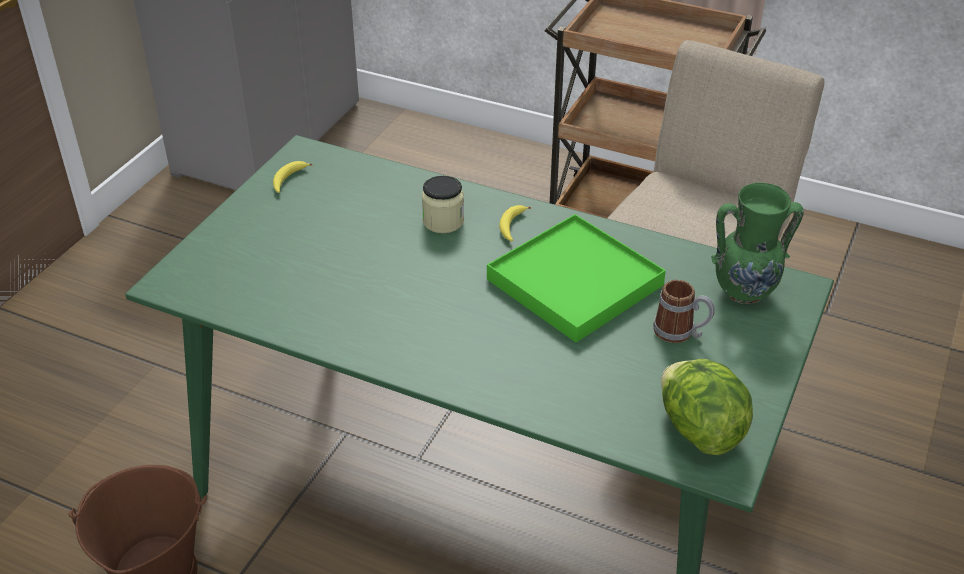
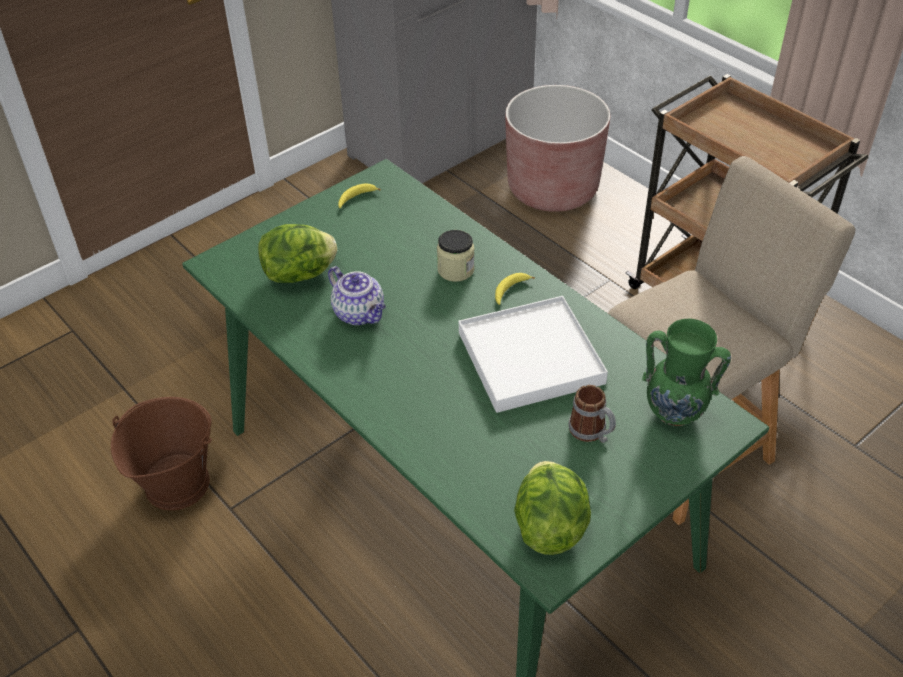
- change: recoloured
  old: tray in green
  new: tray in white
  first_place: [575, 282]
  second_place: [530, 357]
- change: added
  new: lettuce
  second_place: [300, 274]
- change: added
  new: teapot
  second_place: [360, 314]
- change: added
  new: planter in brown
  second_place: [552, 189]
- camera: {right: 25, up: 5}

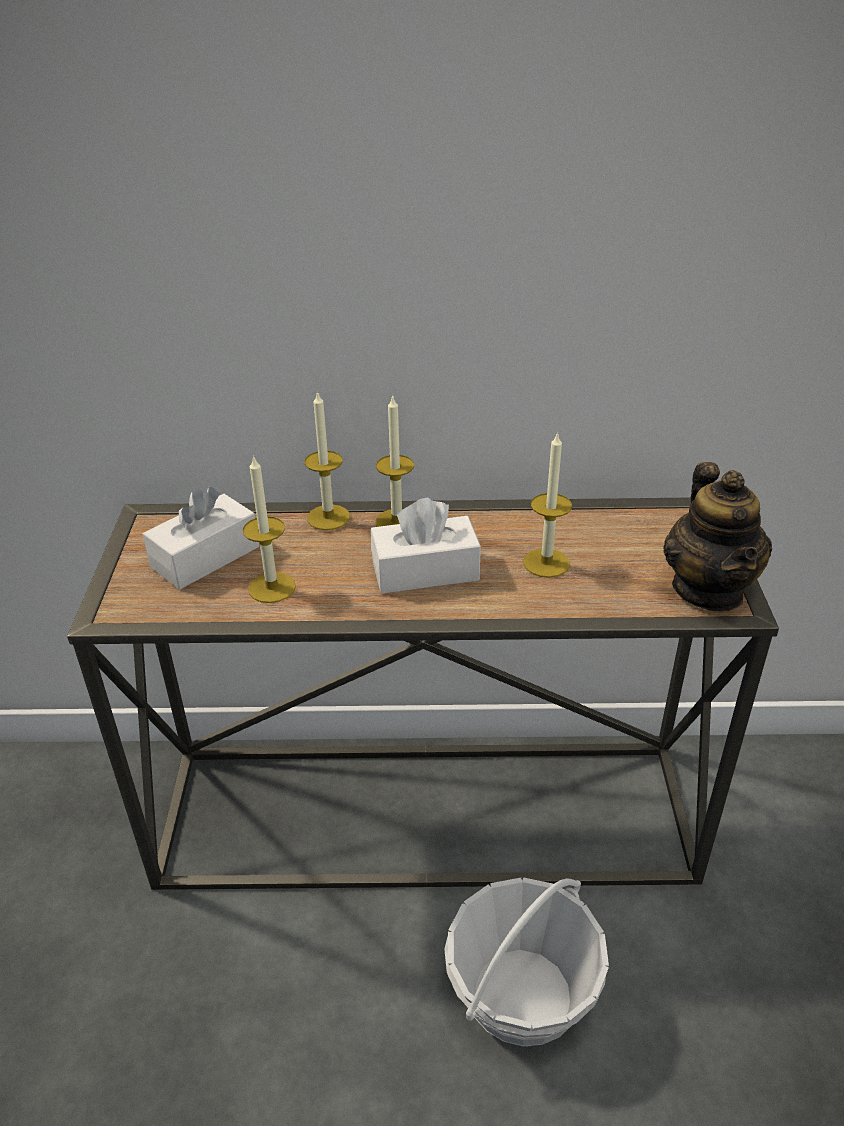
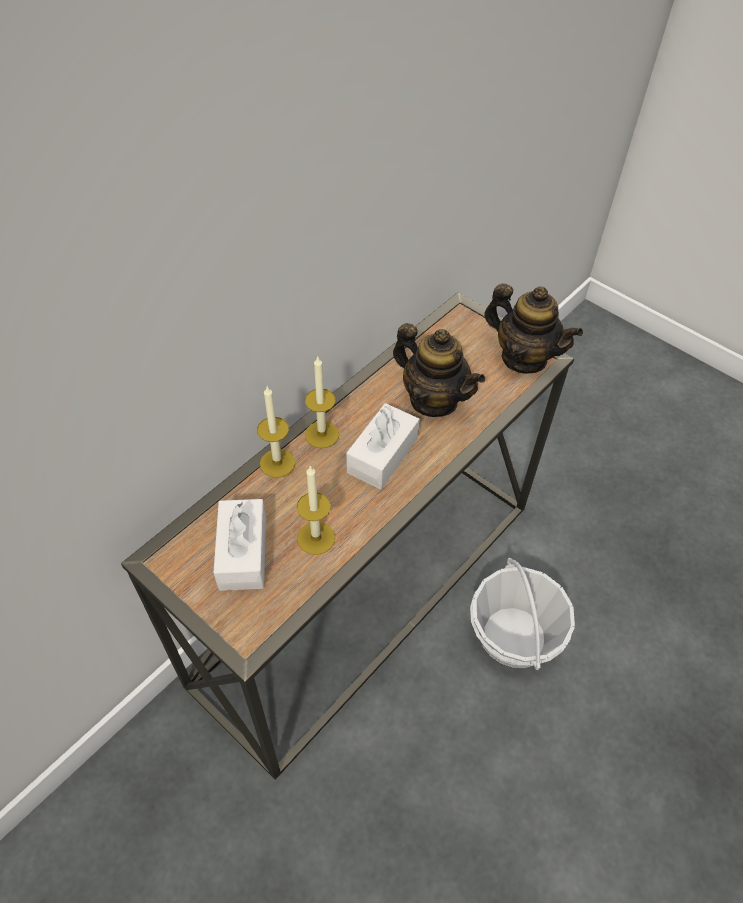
- change: replaced
  old: candle
  new: teapot
  first_place: [546, 563]
  second_place: [433, 400]
- camera: {right: -50, up: 15}

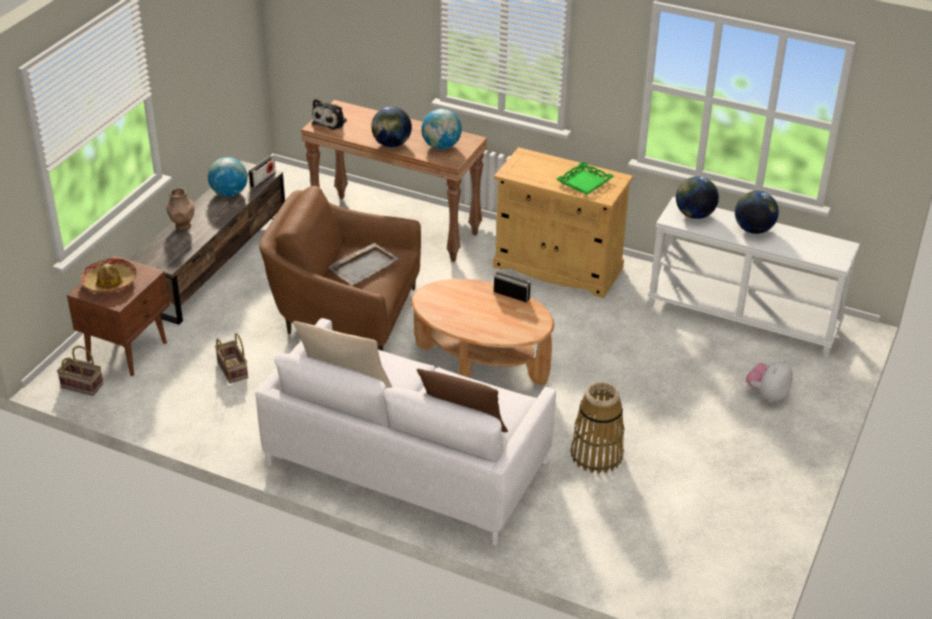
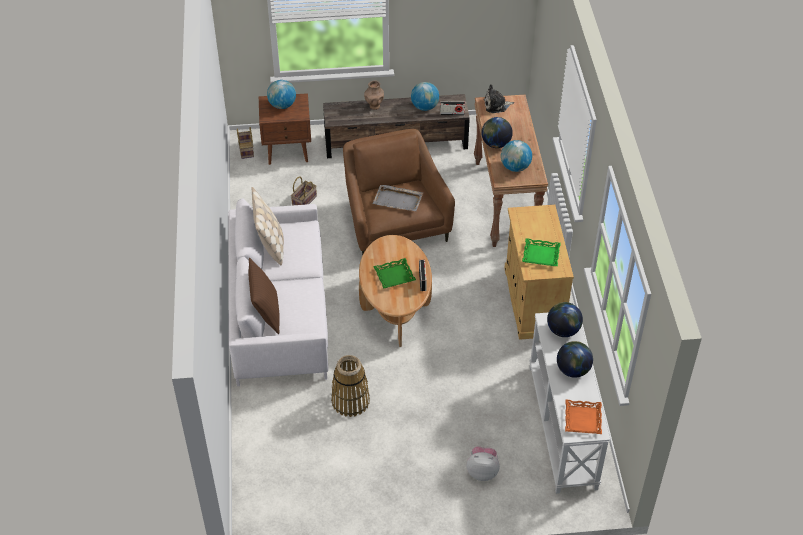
- change: replaced
  old: hat
  new: globe
  first_place: [110, 282]
  second_place: [282, 105]
- change: added
  new: tray in green
  second_place: [394, 276]
- change: added
  new: tray in orange
  second_place: [583, 419]
- camera: {right: 60, up: 10}

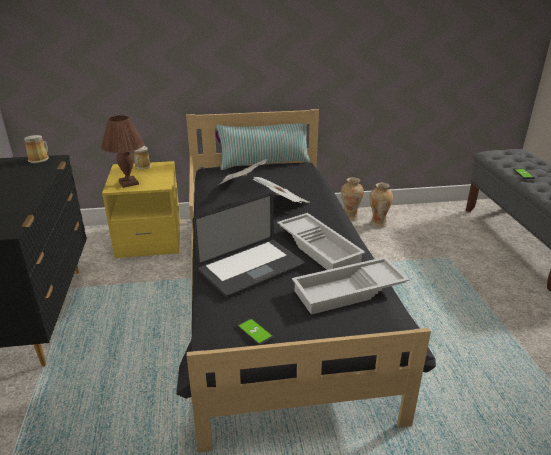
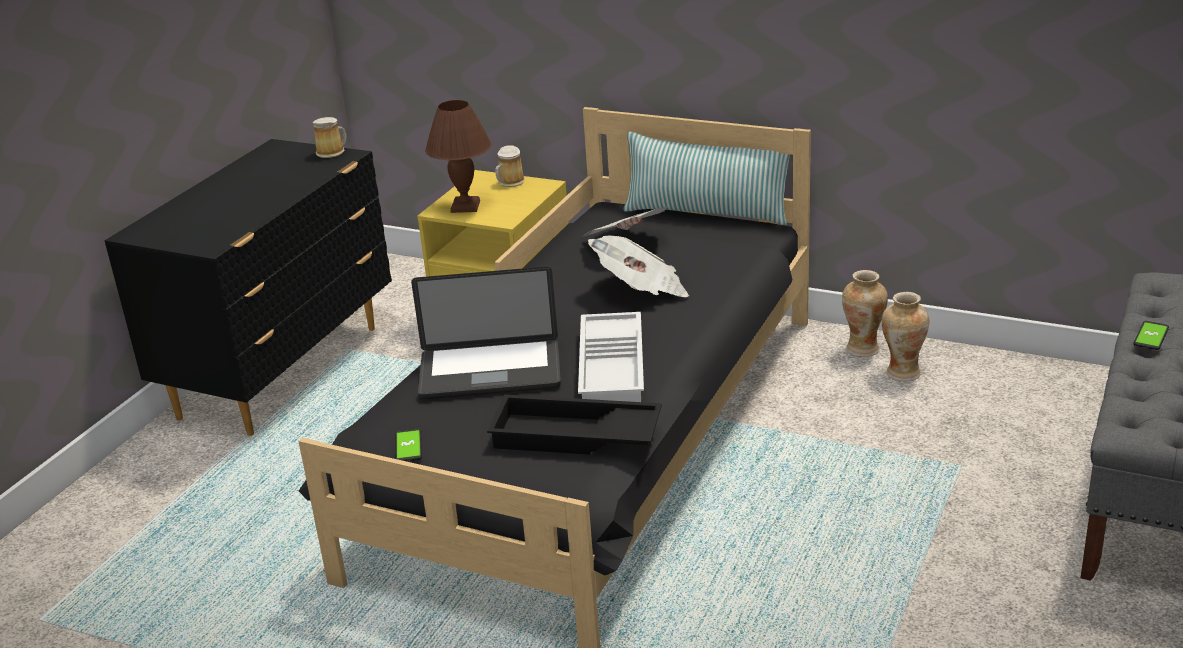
- change: recoloured
  old: tray in white
  new: tray in black
  first_place: [349, 292]
  second_place: [574, 437]
- camera: {right: 35, up: 0}

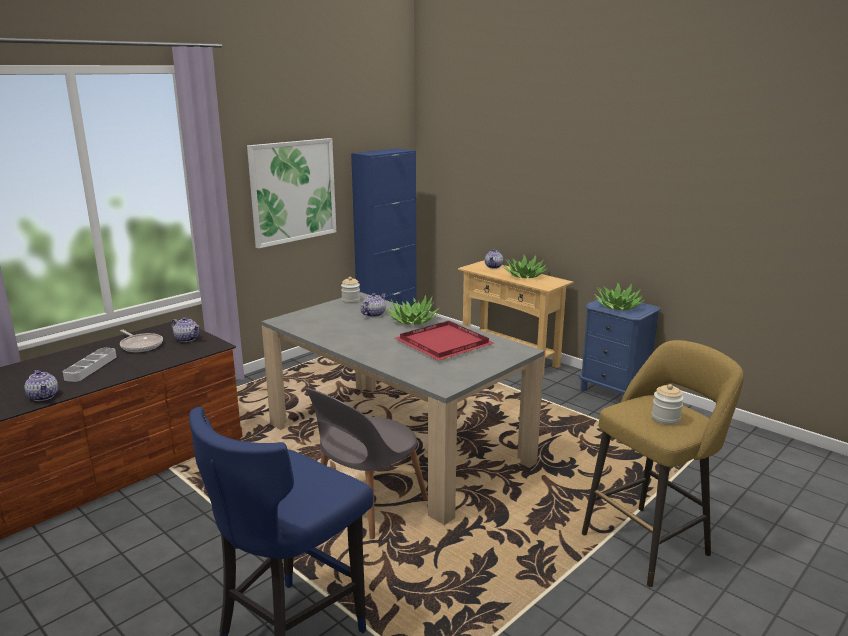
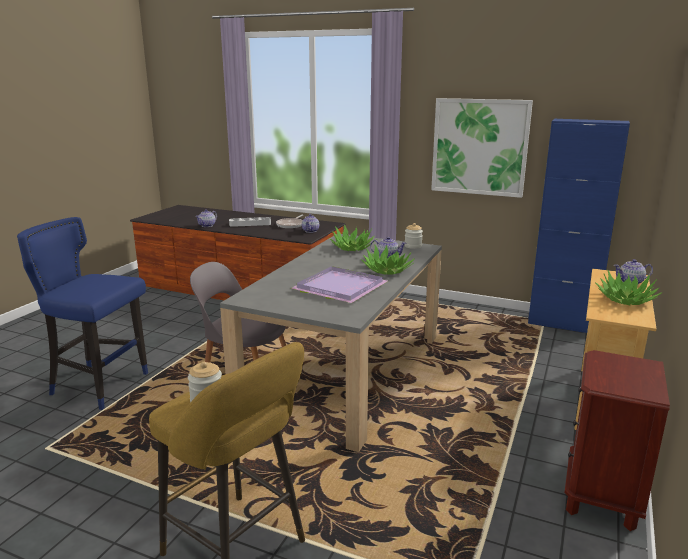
- change: recoloured
  old: tray in red
  new: tray in purple
  first_place: [443, 344]
  second_place: [338, 288]
- change: recoloured
  old: nightstand in blue
  new: nightstand in brown
  first_place: [613, 391]
  second_place: [601, 496]
- change: moved
  old: potted plant
  first_place: [618, 306]
  second_place: [352, 248]
- camera: {right: 70, up: 0}

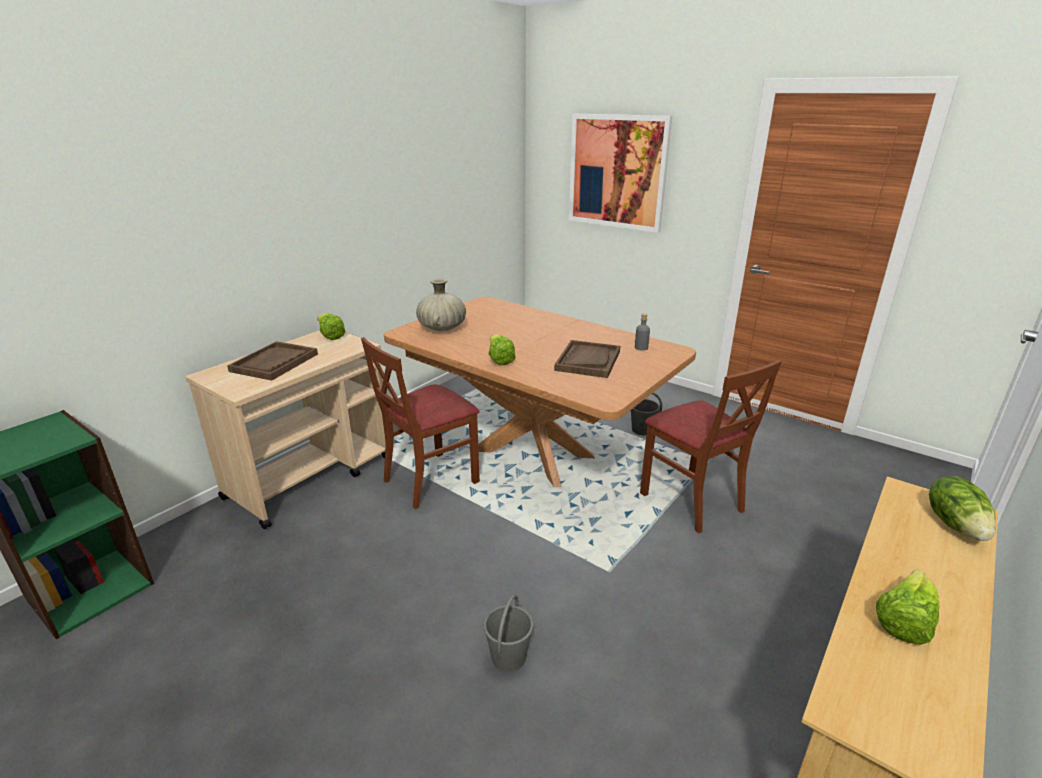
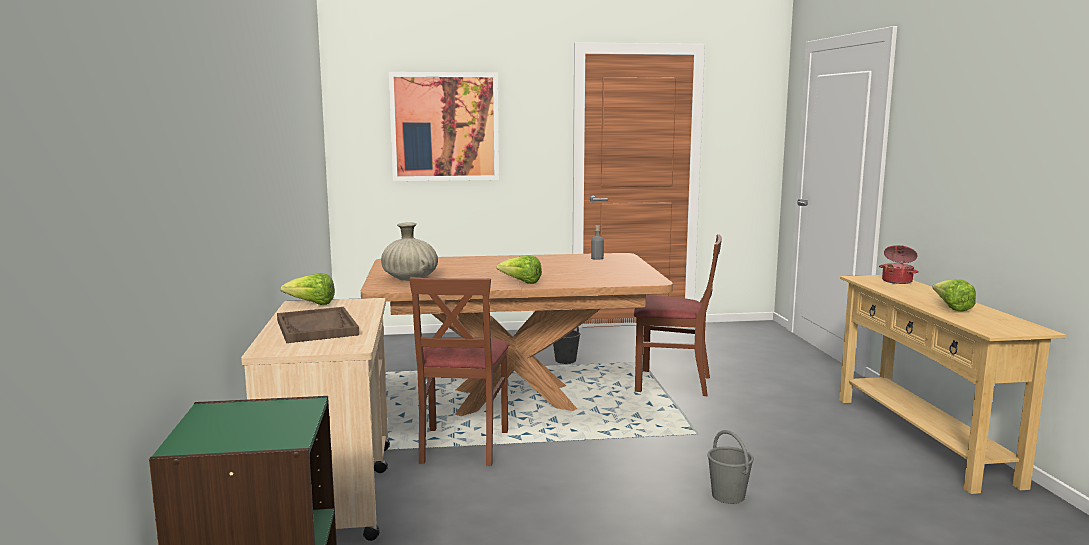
- change: removed
  old: tray in brown
  first_place: [588, 360]
- change: replaced
  old: lettuce
  new: cooking pot
  first_place: [956, 525]
  second_place: [897, 281]
- camera: {right: -45, up: -15}

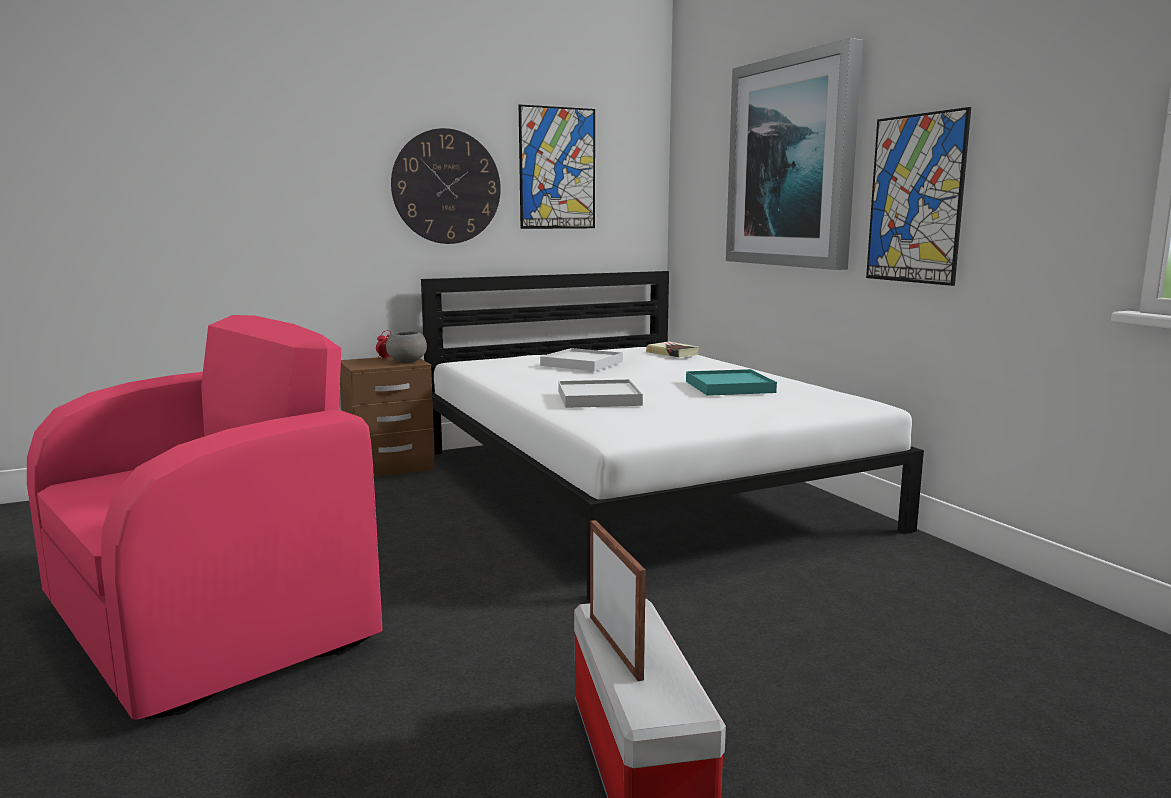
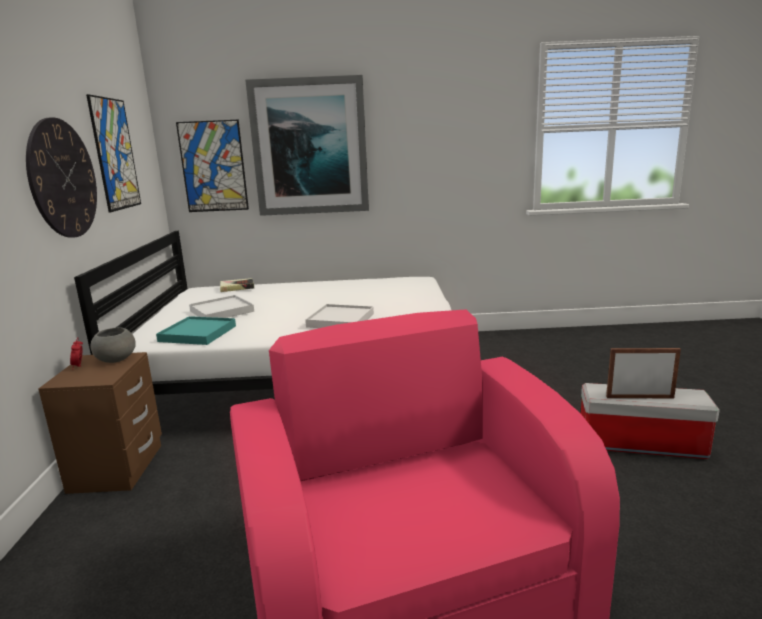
- change: moved
  old: tray in turquoise
  first_place: [729, 387]
  second_place: [198, 334]
- change: moved
  old: picture
  first_place: [915, 199]
  second_place: [213, 166]
- camera: {right: -65, up: 5}

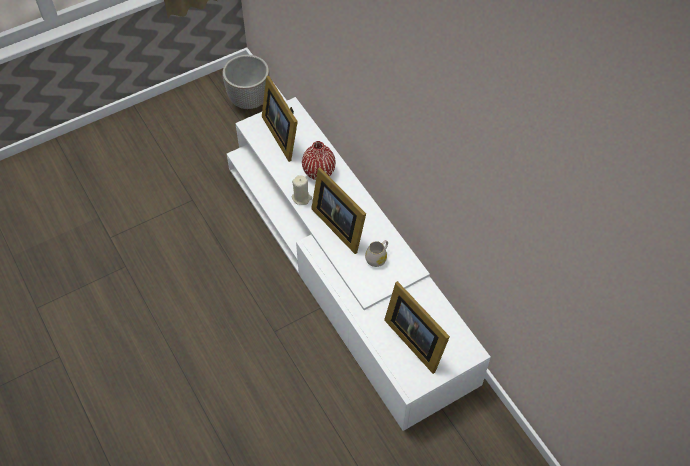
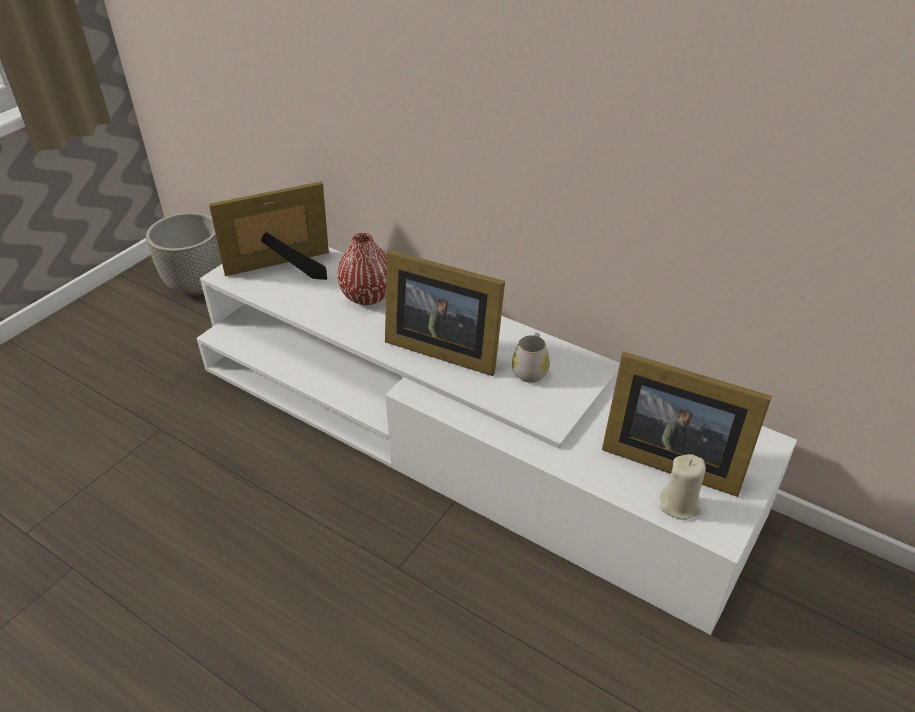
- change: turned
  old: picture frame
  first_place: [283, 134]
  second_place: [284, 269]
  degrees: 120
- change: moved
  old: candle in beige
  first_place: [301, 198]
  second_place: [679, 505]
- camera: {right: -25, up: -15}

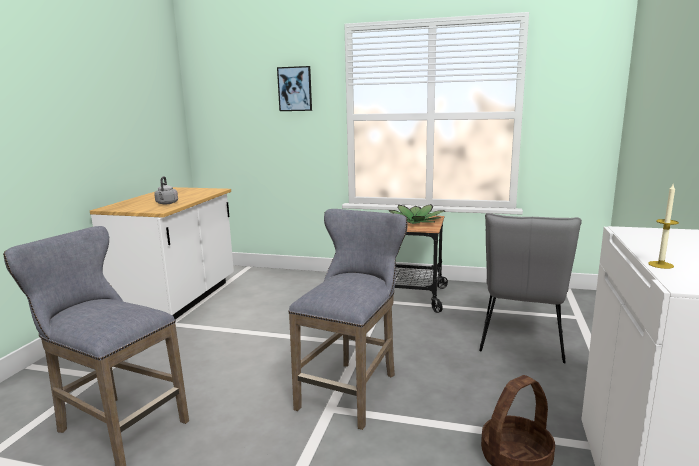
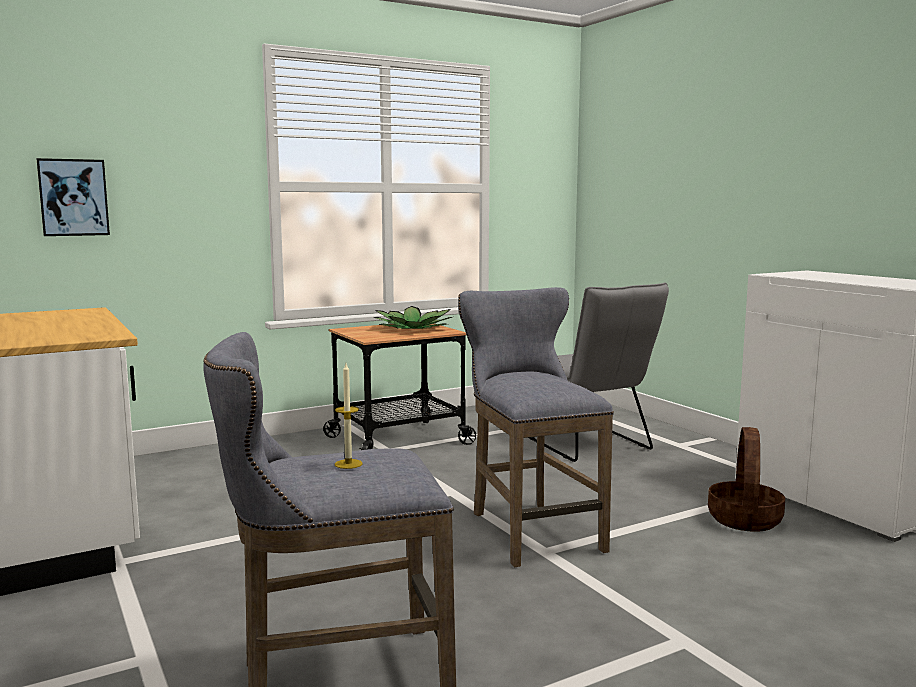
- change: removed
  old: kettle in grey
  first_place: [166, 203]
- change: moved
  old: picture
  first_place: [295, 89]
  second_place: [73, 197]
- change: moved
  old: candle
  first_place: [660, 265]
  second_place: [348, 464]
- camera: {right: -45, up: -5}

